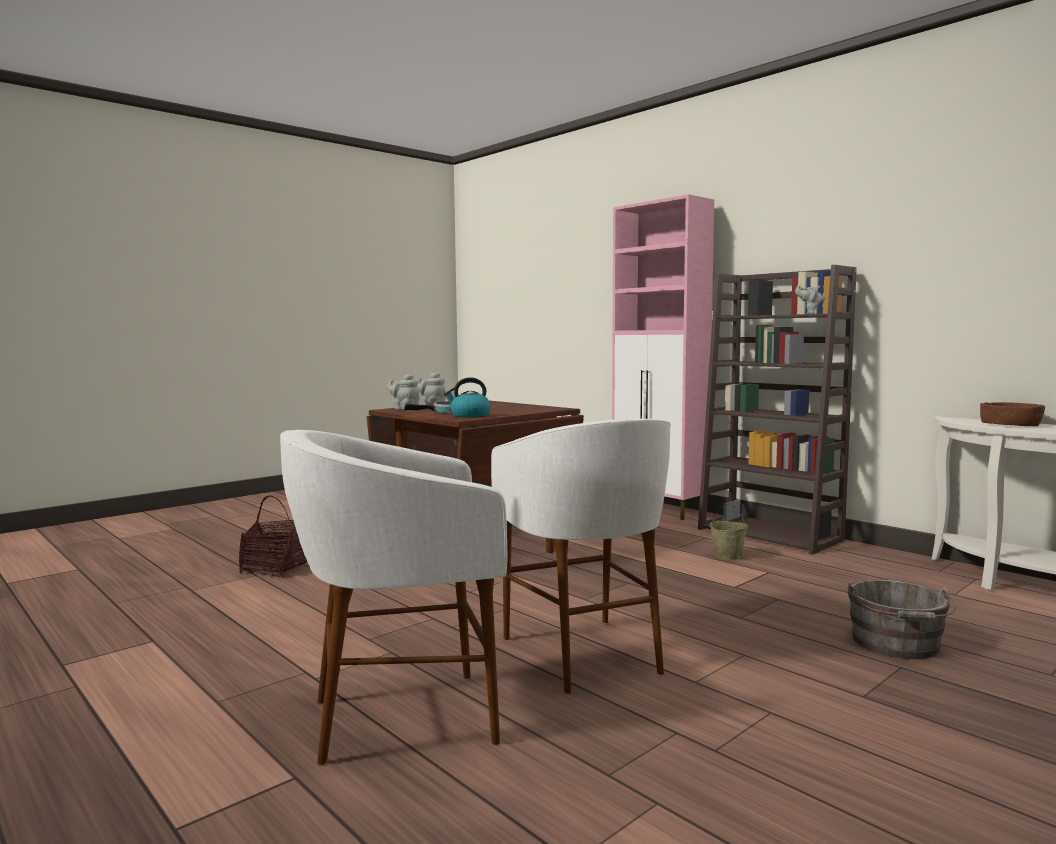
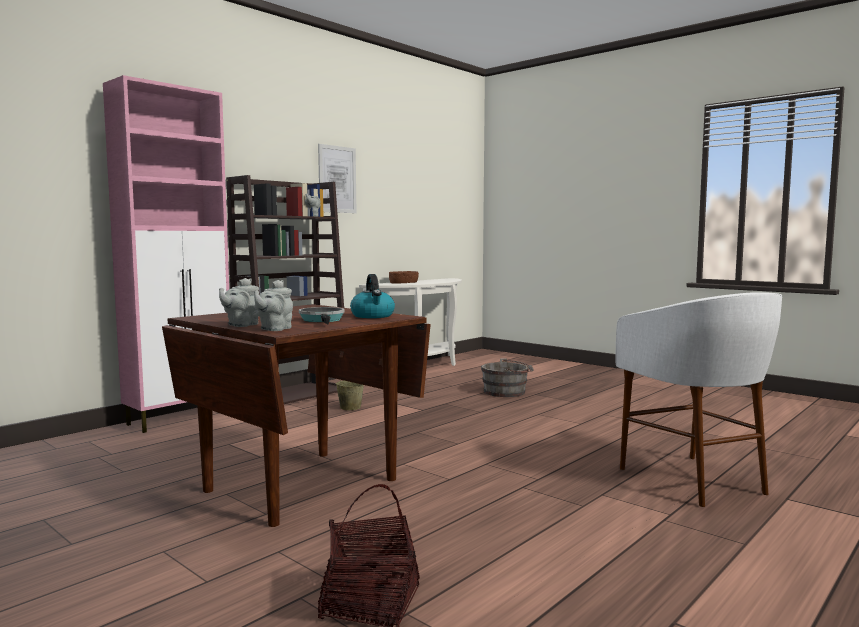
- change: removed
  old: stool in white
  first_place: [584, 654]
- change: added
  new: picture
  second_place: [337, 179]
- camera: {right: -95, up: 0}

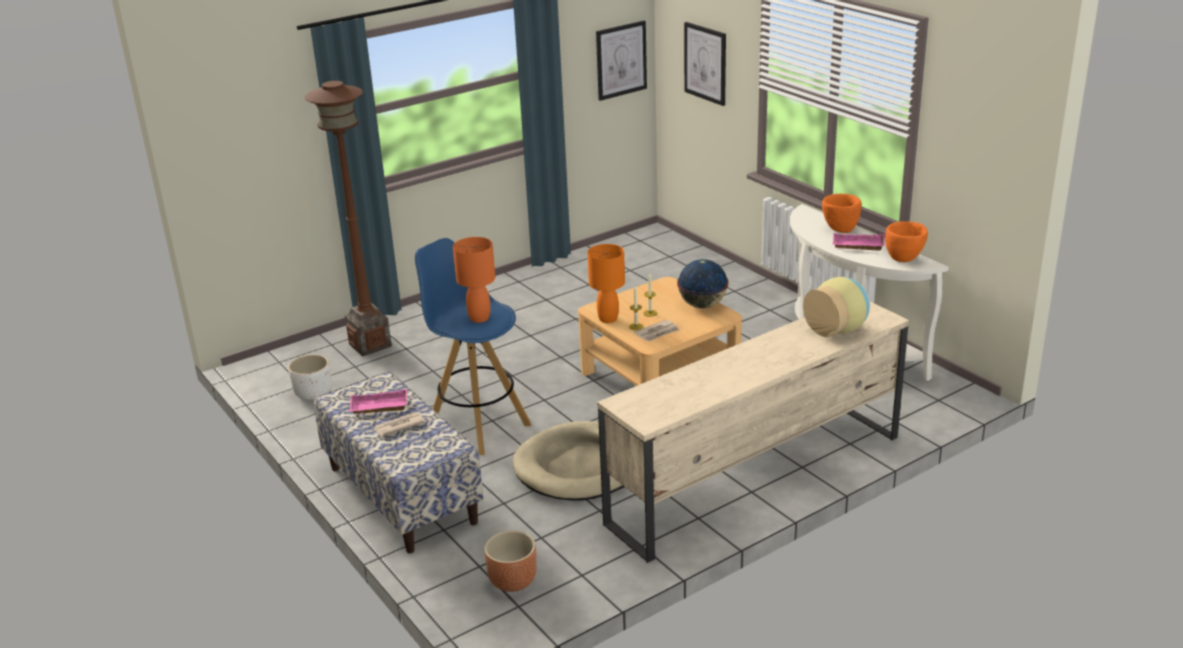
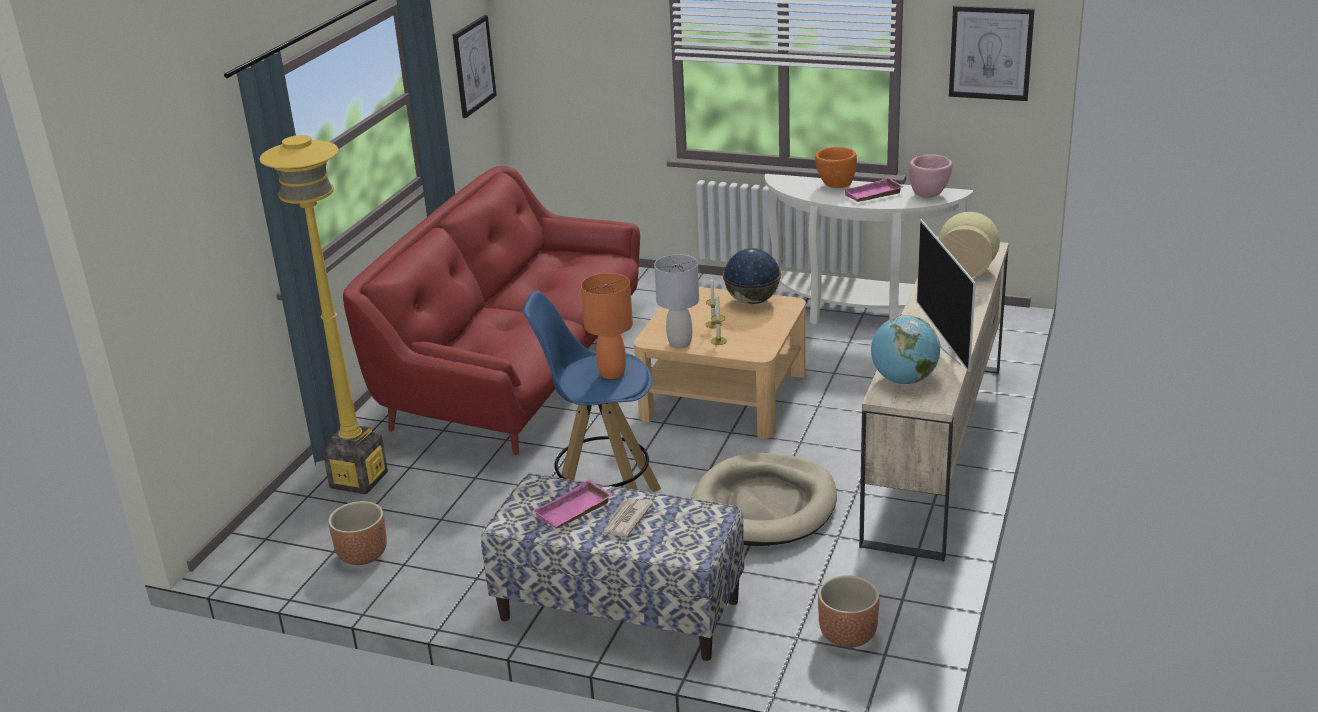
- change: recoloured
  old: planter in white
  new: planter in brown
  first_place: [313, 394]
  second_place: [362, 555]
- change: recoloured
  old: floor lamp in brown
  new: floor lamp in yellow
  first_place: [370, 345]
  second_place: [358, 479]
- change: recoloured
  old: table lamp in orange
  new: table lamp in grey
  first_place: [607, 319]
  second_place: [679, 343]
- change: removed
  old: newspaper
  first_place: [657, 333]
- change: moved
  old: picture
  first_place: [705, 63]
  second_place: [990, 52]
- change: recoloured
  old: bowl in orange
  new: bowl in pink
  first_place: [904, 259]
  second_place: [929, 194]
- change: added
  new: sofa in red
  second_place: [516, 372]
- change: added
  new: globe
  second_place: [904, 380]
- change: added
  new: television
  second_place: [948, 346]
- camera: {right: -35, up: 0}

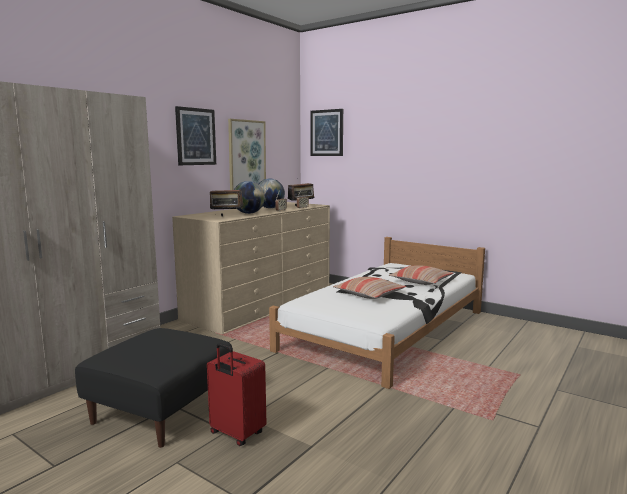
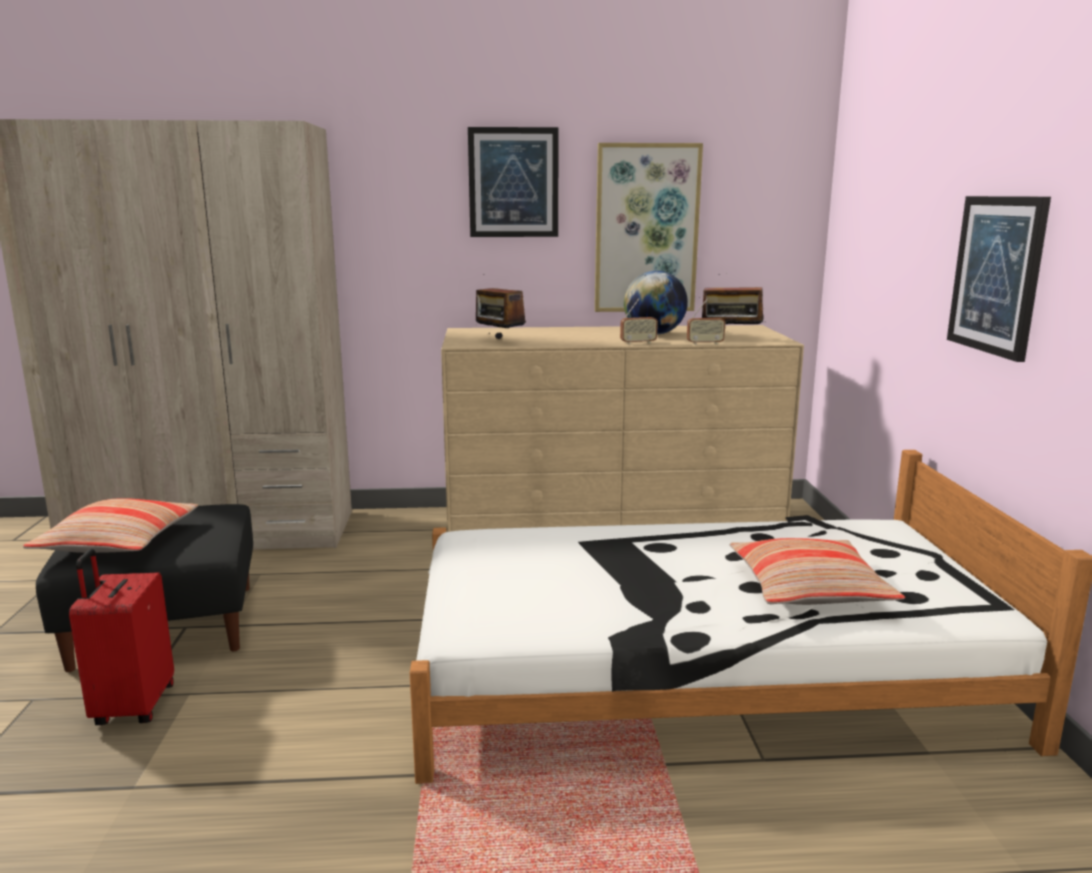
- change: removed
  old: globe
  first_place: [249, 213]
- change: moved
  old: picture
  first_place: [327, 133]
  second_place: [997, 275]
- change: moved
  old: pillow
  first_place: [369, 294]
  second_place: [118, 541]
- camera: {right: 50, up: 5}

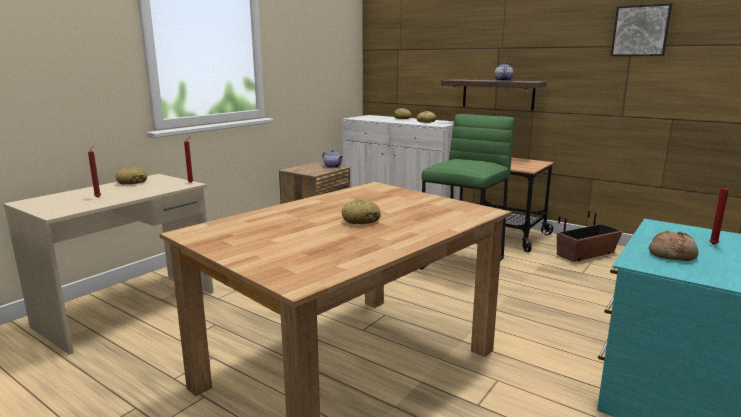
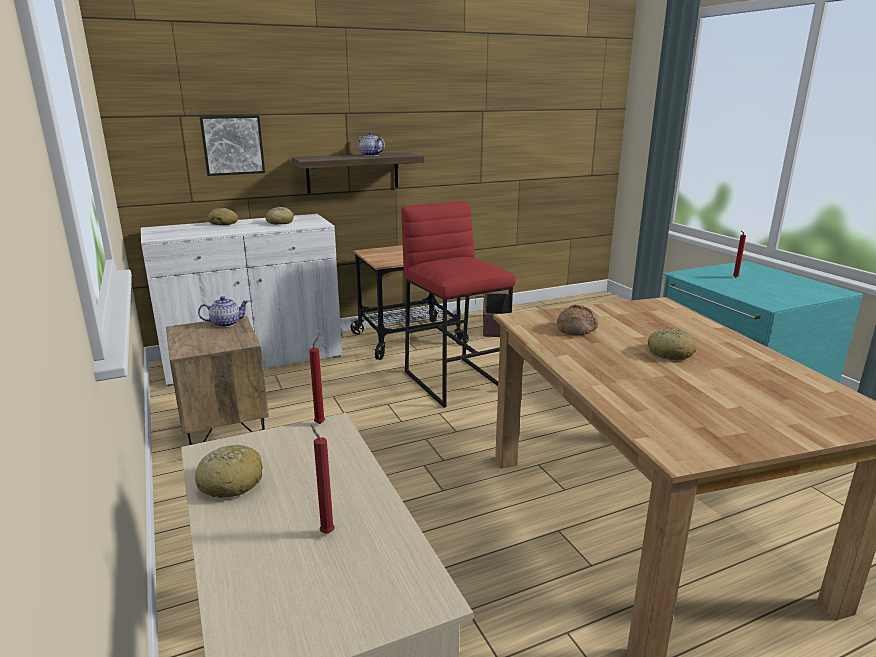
- change: recoloured
  old: stool in green
  new: stool in red
  first_place: [463, 263]
  second_place: [456, 381]
- change: moved
  old: picture
  first_place: [640, 31]
  second_place: [232, 145]
- change: moved
  old: bread
  first_place: [672, 255]
  second_place: [576, 329]
- camera: {right: -60, up: 5}

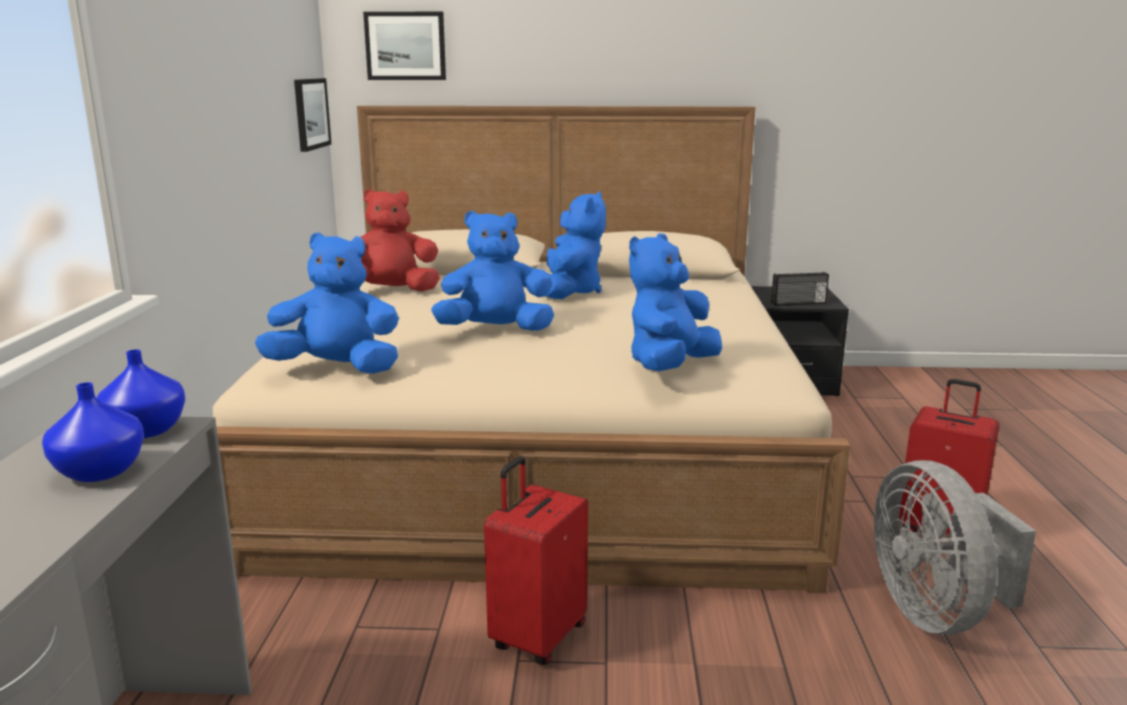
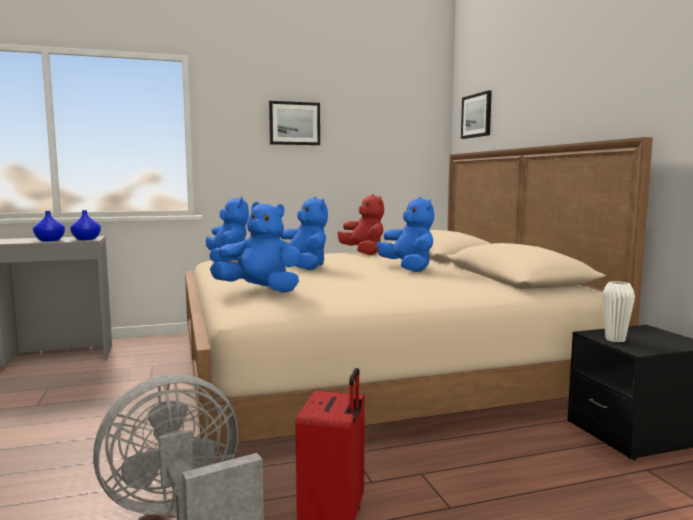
- change: moved
  old: picture
  first_place: [311, 113]
  second_place: [294, 123]
- change: removed
  old: suitcase in red
  first_place: [537, 637]
- change: turned
  old: plush toy in blue
  first_place: [570, 292]
  second_place: [408, 268]
  degrees: -105
- change: replaced
  old: radio
  new: vase in white
  first_place: [799, 303]
  second_place: [615, 339]
- camera: {right: 70, up: -10}

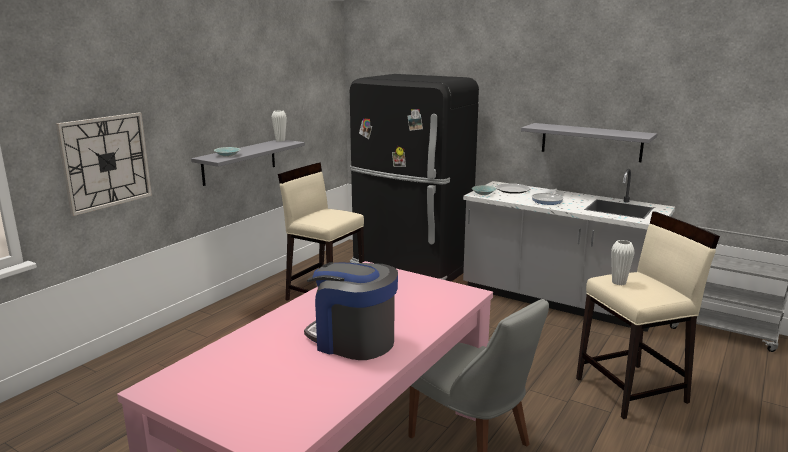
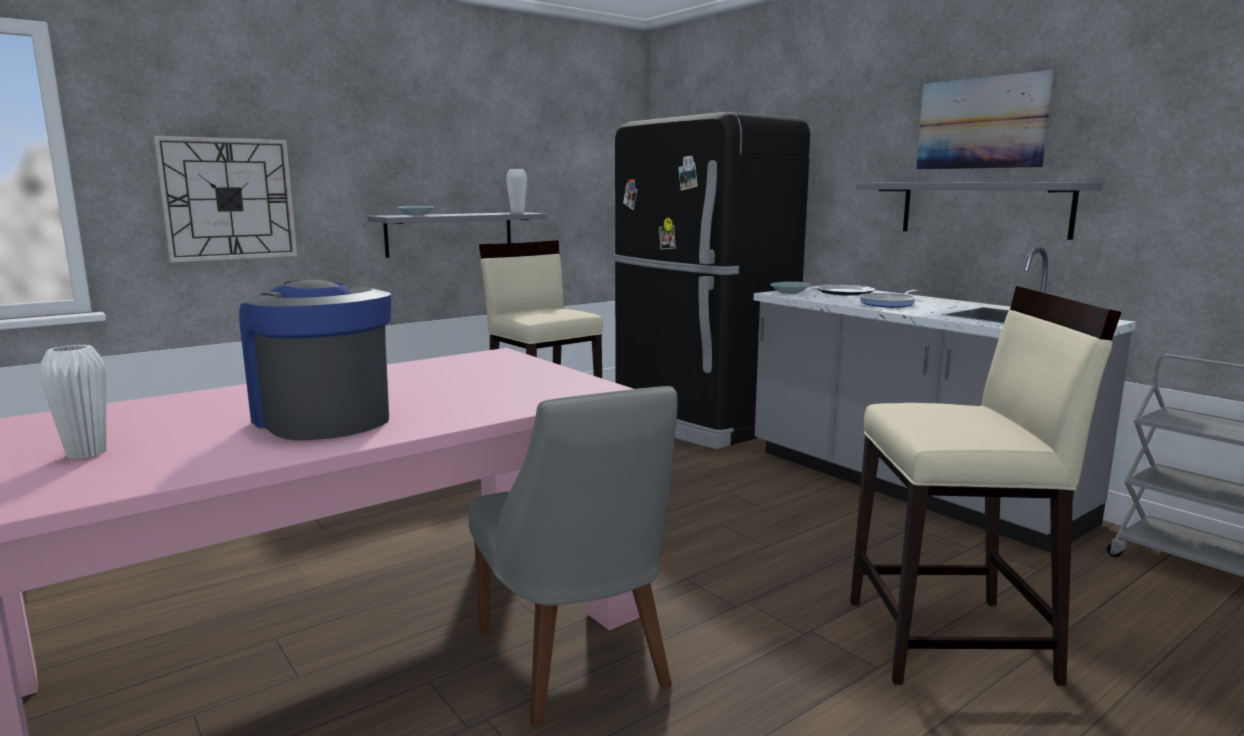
- change: moved
  old: vase in white
  first_place: [618, 282]
  second_place: [86, 453]
- change: added
  new: picture
  second_place: [980, 123]
- camera: {right: 20, up: -5}

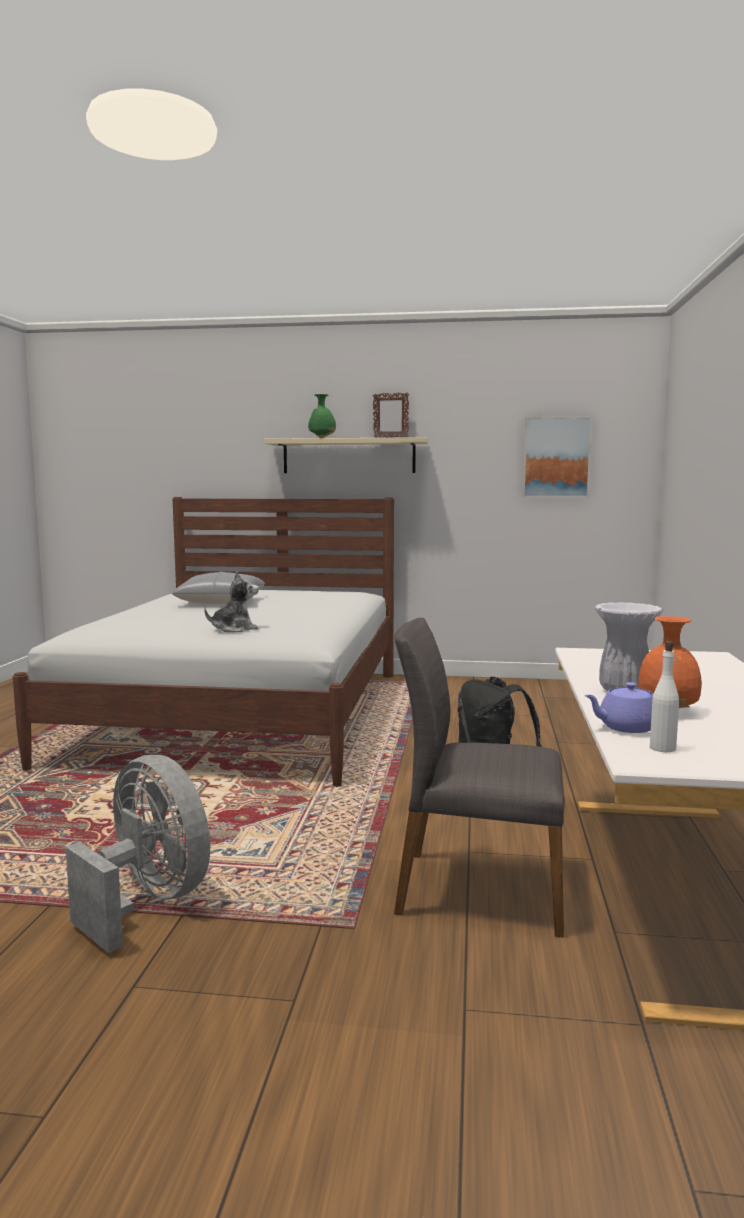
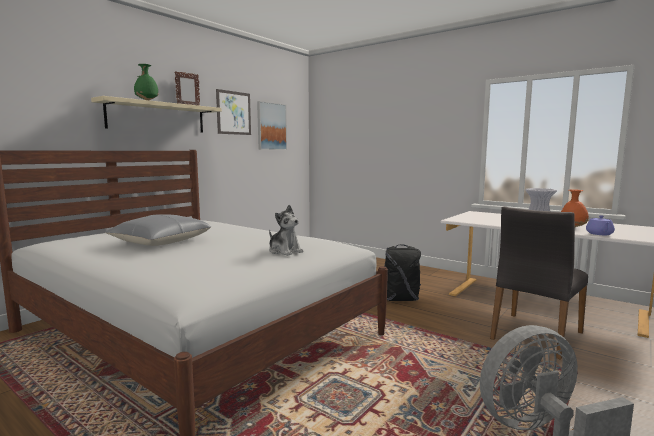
- change: turned
  old: plush toy
  first_place: [234, 629]
  second_place: [285, 251]
  degrees: 135
- change: removed
  old: bottle in white
  first_place: [662, 748]
- change: added
  new: picture
  second_place: [234, 113]
- camera: {right: -60, up: 0}

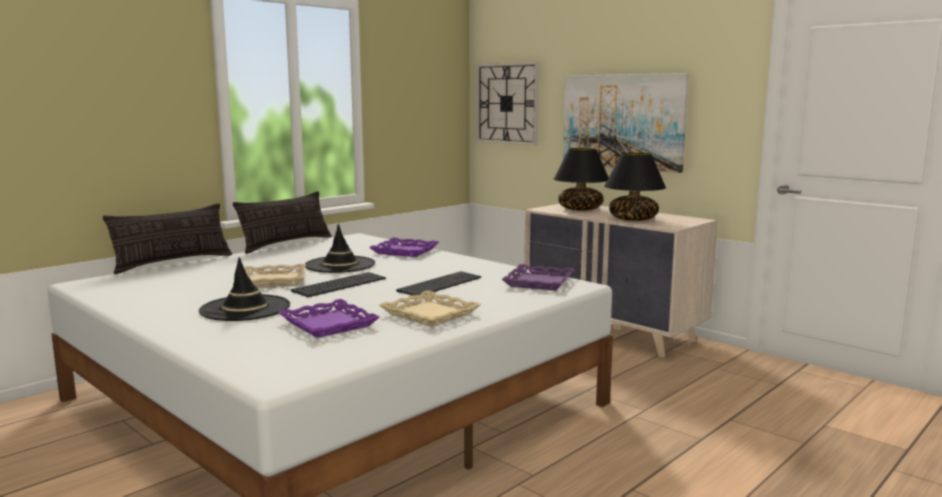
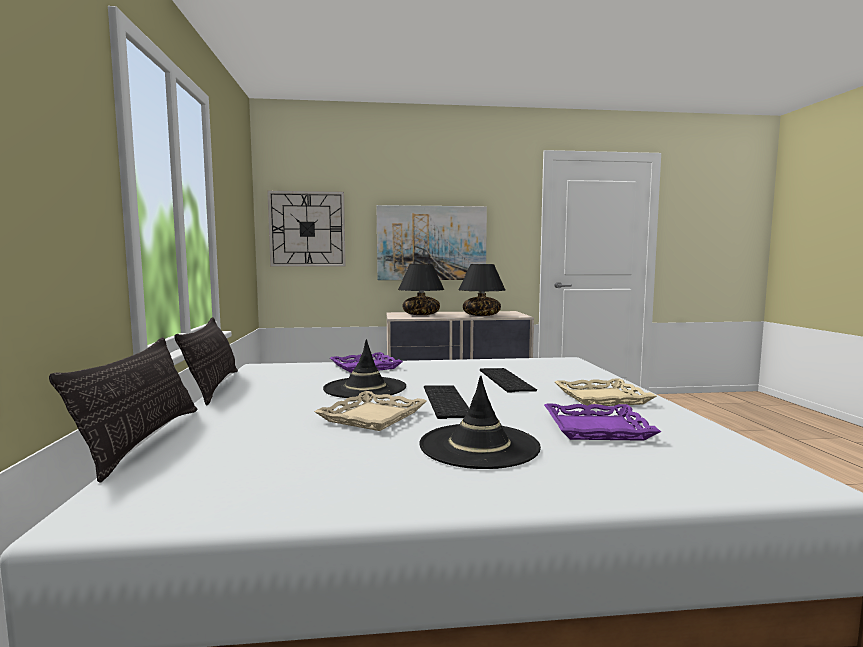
- change: removed
  old: tray in purple
  first_place: [539, 282]
- camera: {right: -50, up: -5}

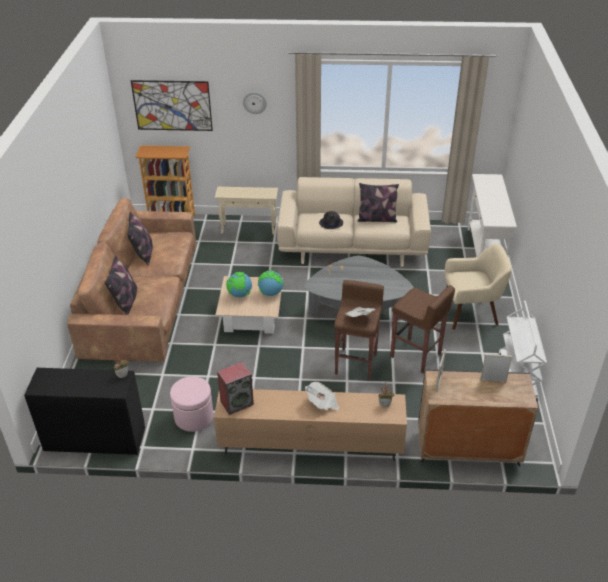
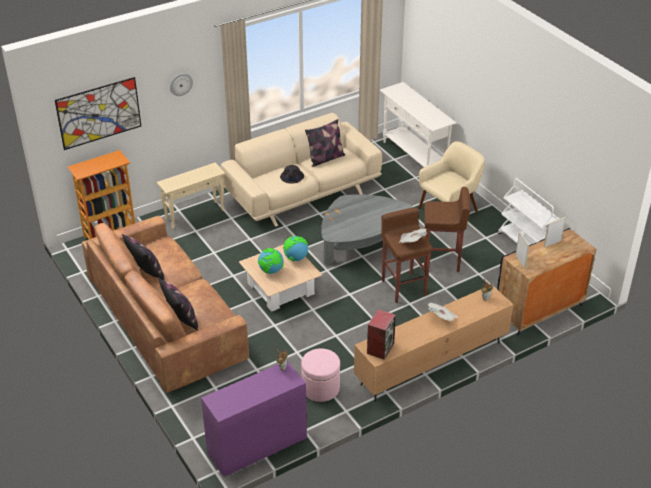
- change: recoloured
  old: desk in black
  new: desk in purple
  first_place: [94, 439]
  second_place: [257, 445]
- camera: {right: -35, up: 0}

